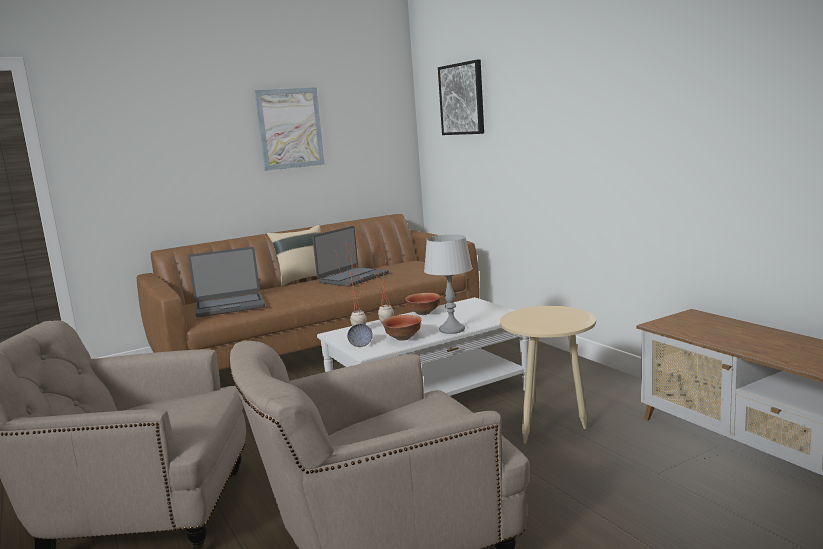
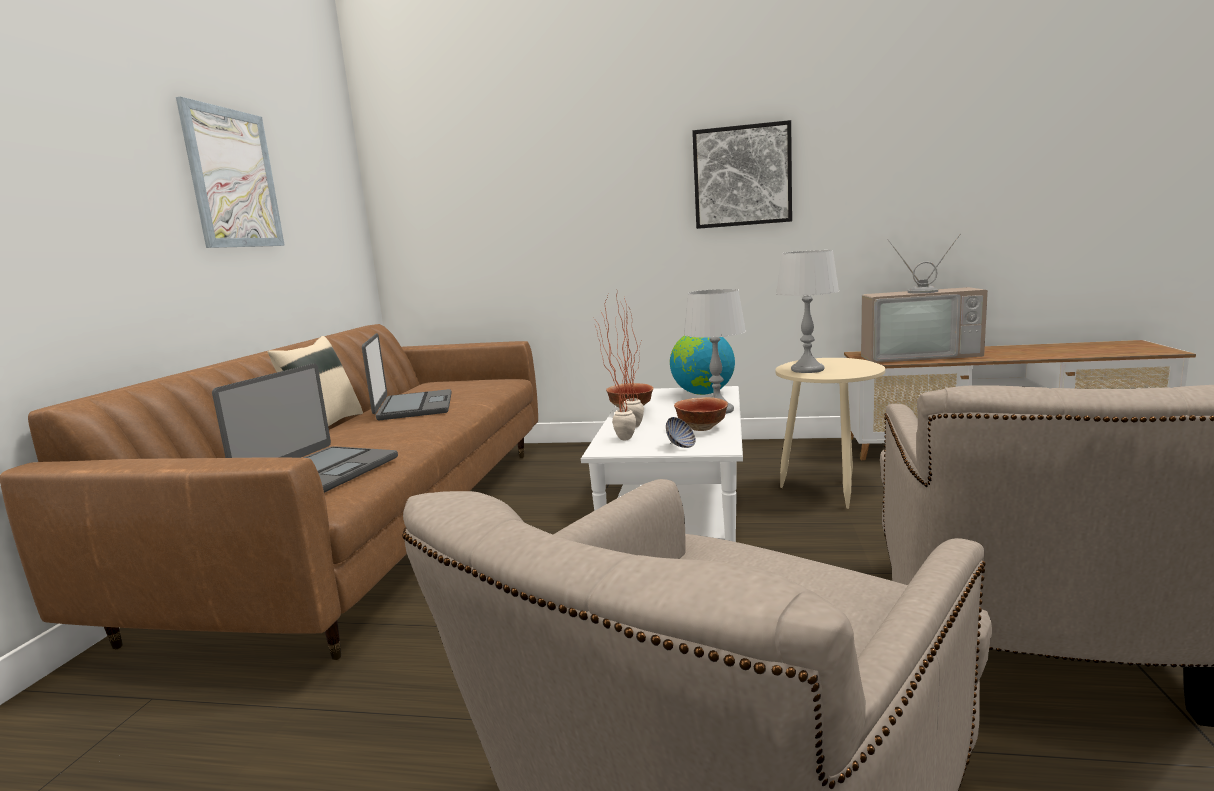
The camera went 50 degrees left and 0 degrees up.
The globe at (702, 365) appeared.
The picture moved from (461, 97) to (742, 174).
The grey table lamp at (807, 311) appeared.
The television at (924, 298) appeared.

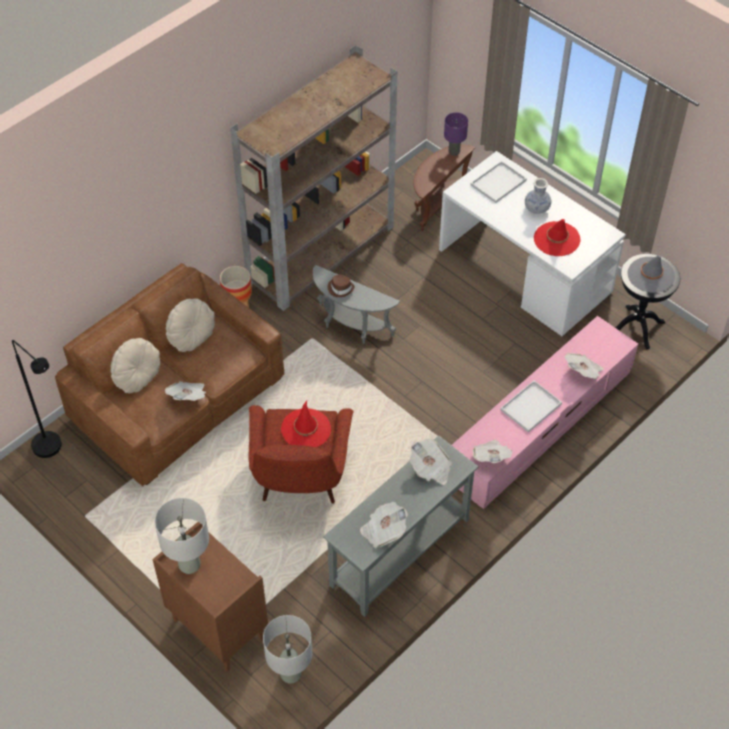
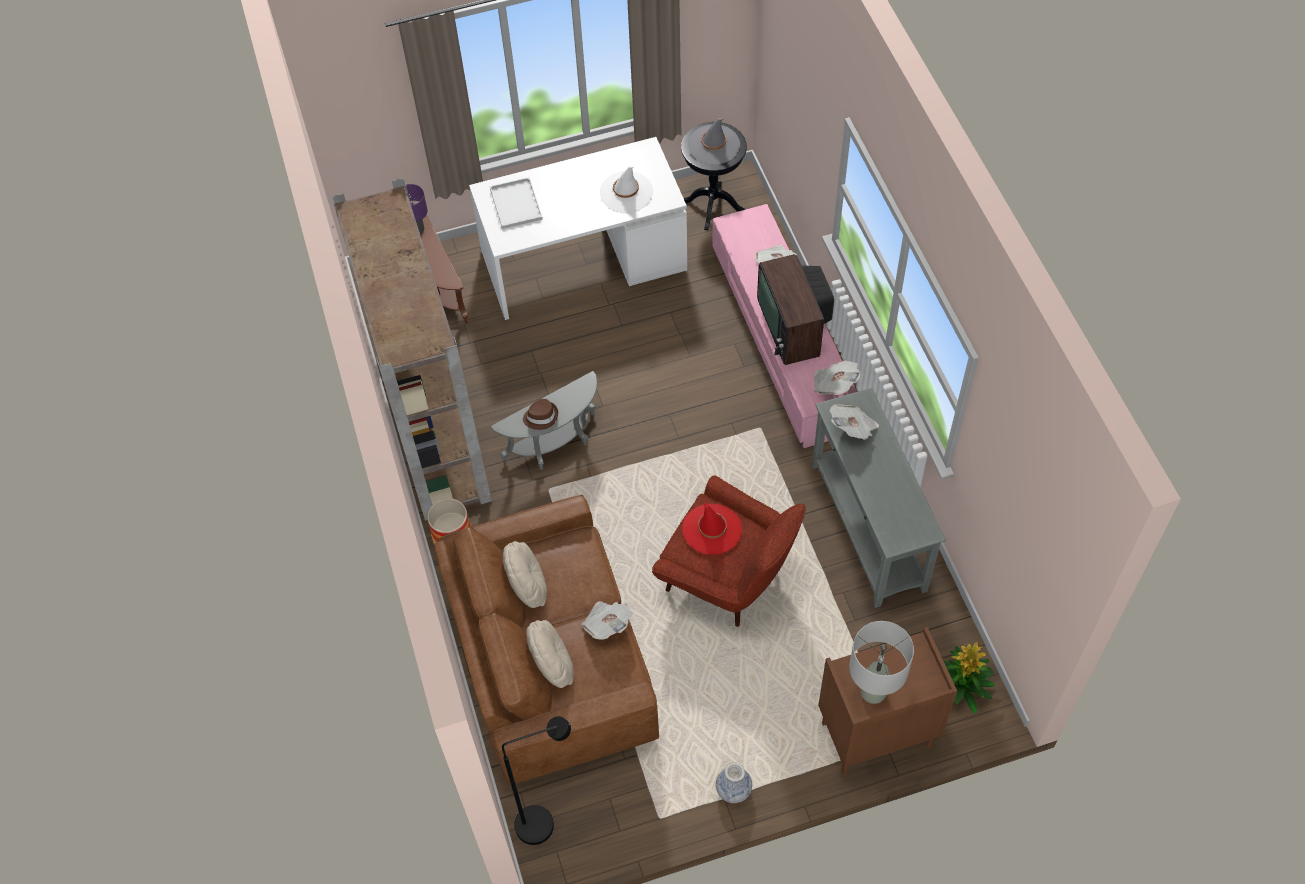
The camera went 60 degrees left and 5 degrees up.
The red hat at (557, 237) became the white hat at (626, 189).
The vase moved from (538, 196) to (734, 782).
The white tray at (531, 407) was replaced by the television at (795, 309).
The grey table lamp at (287, 649) was replaced by the potted plant at (969, 677).
The newspaper at (384, 525) disappeared.

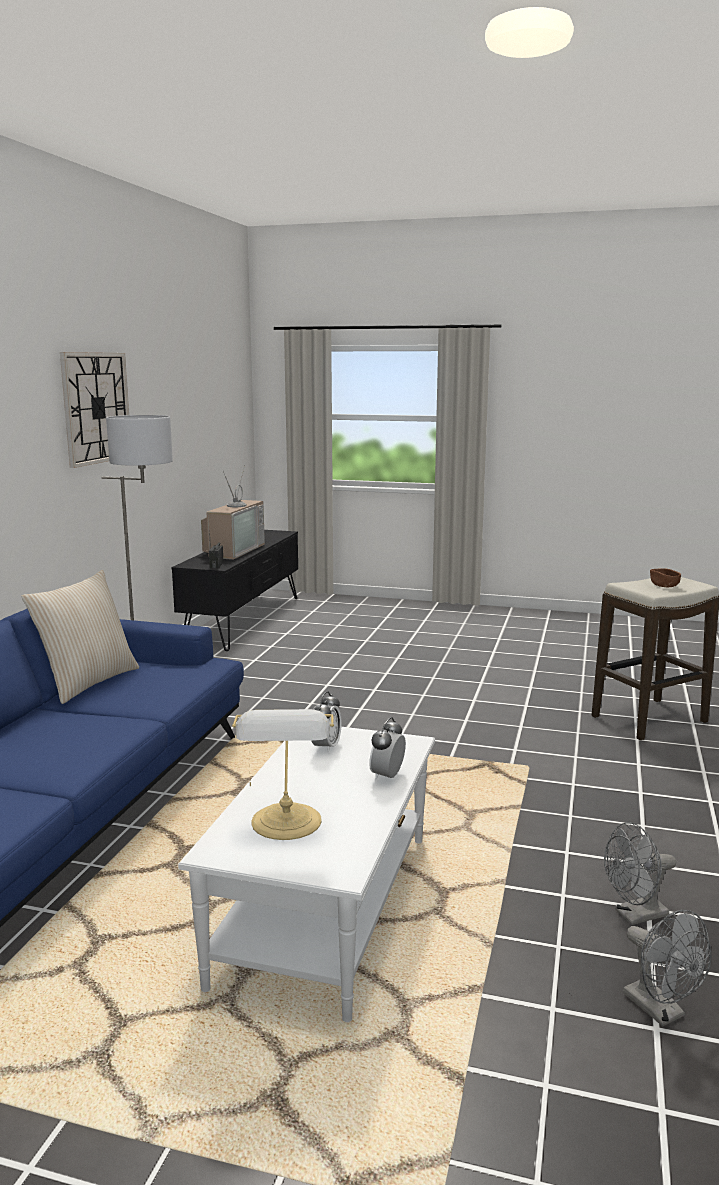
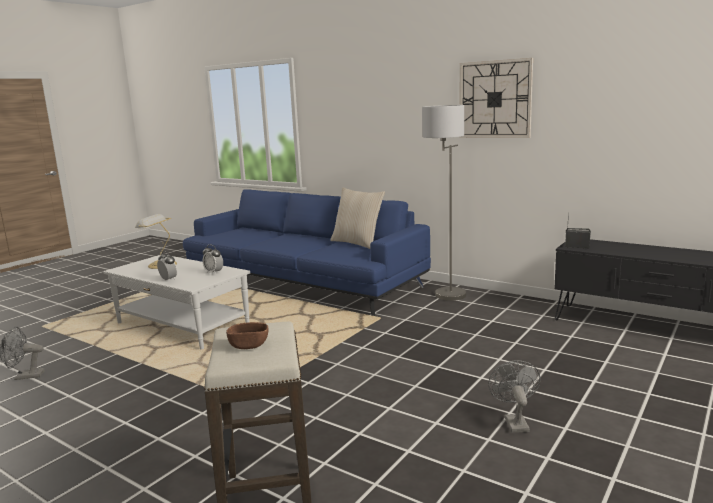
The camera went 110 degrees right and 0 degrees up.
The grey fan moved from (640, 873) to (514, 396).
The television at (233, 512) disappeared.

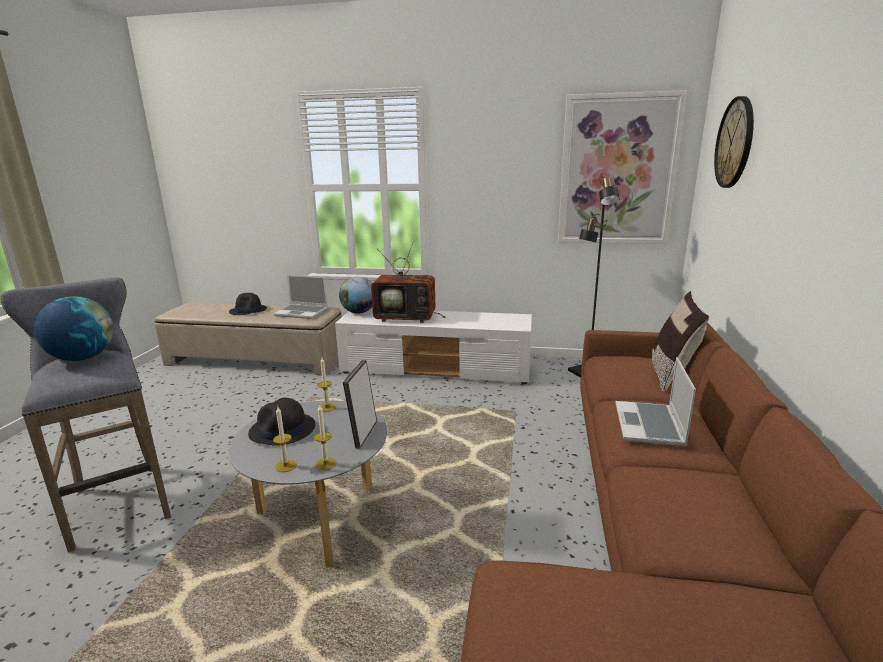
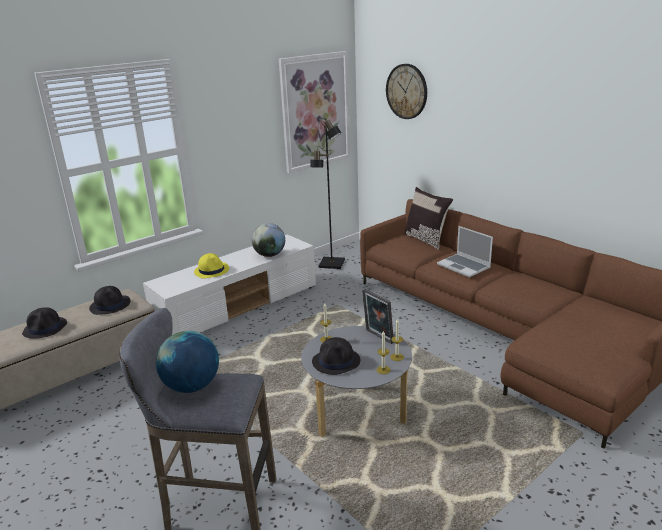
The camera went 50 degrees left and 5 degrees up.
The laptop at (300, 297) was replaced by the black hat at (109, 300).
The television at (408, 282) was replaced by the yellow hat at (211, 265).
The globe moved from (355, 295) to (268, 240).

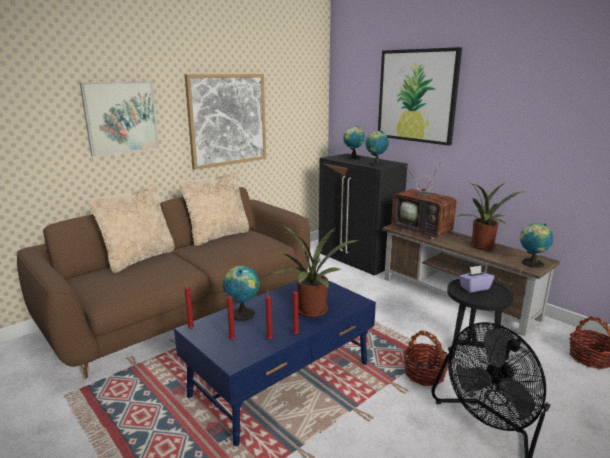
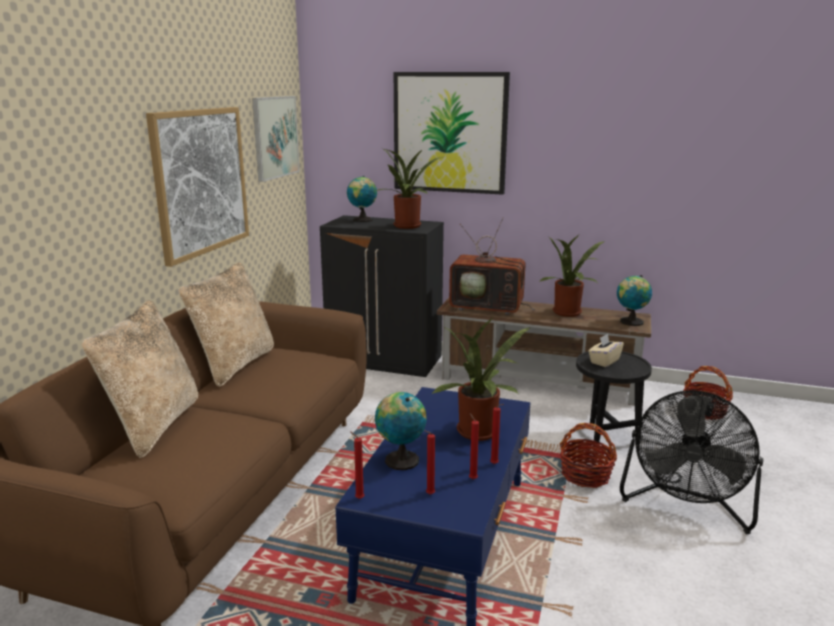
The camera went 30 degrees left and 0 degrees up.
The picture moved from (120, 118) to (276, 139).
The globe at (377, 148) was replaced by the potted plant at (407, 188).
The purple tissue box at (476, 279) became the beige tissue box at (606, 350).

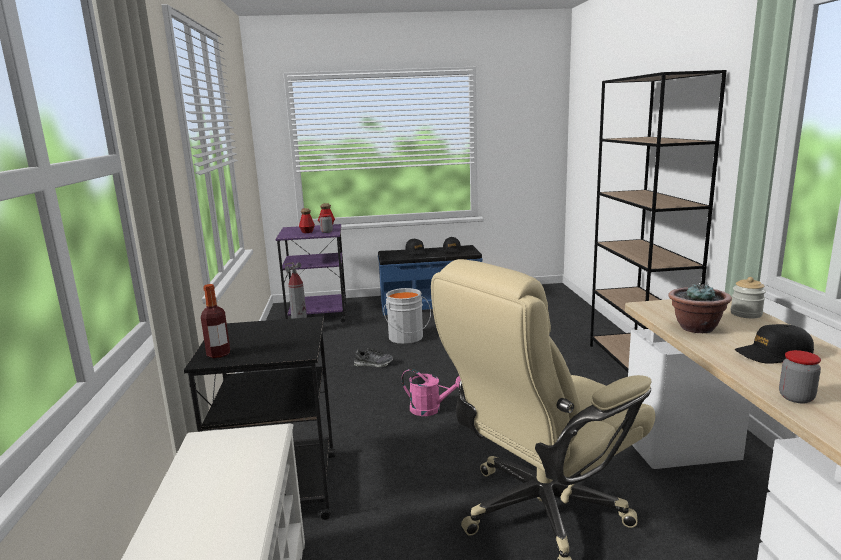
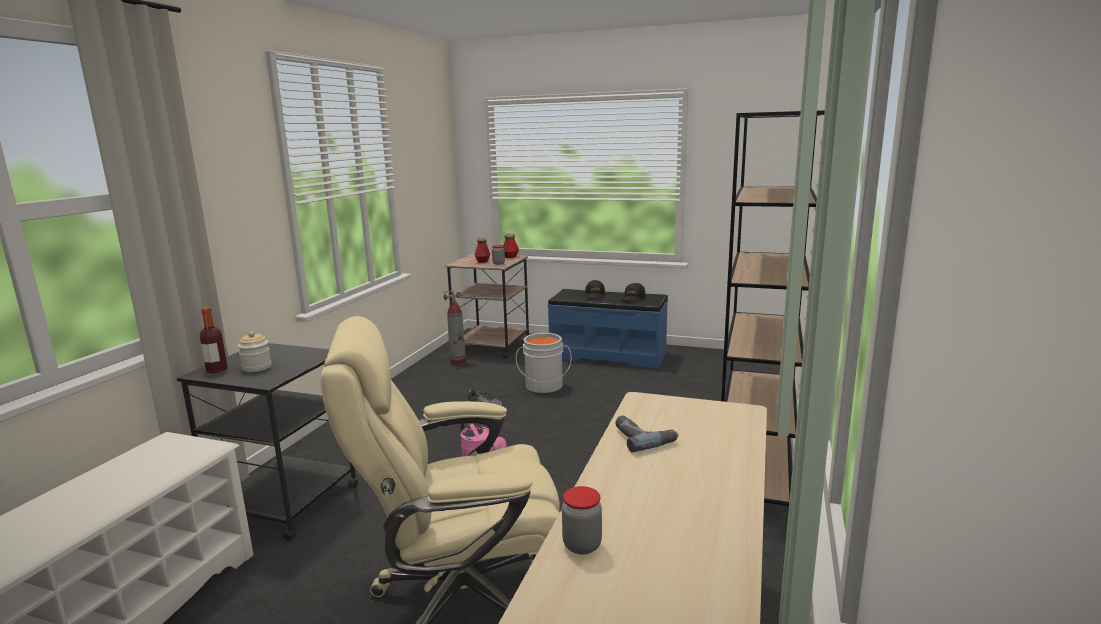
The camera went 25 degrees right and 0 degrees up.
The jar moved from (748, 297) to (254, 352).
The purple cart at (311, 273) became the brown cart at (487, 306).
The potted plant at (700, 307) was replaced by the power drill at (646, 434).
The black cap at (774, 344) disappeared.

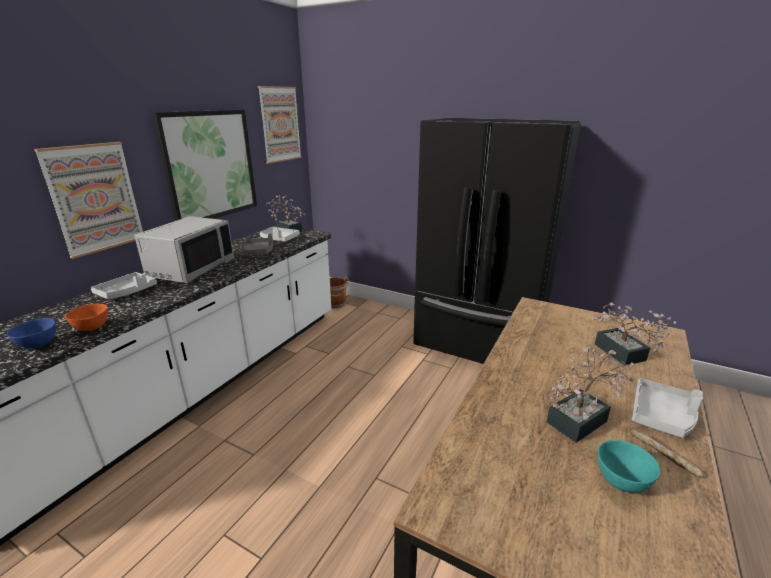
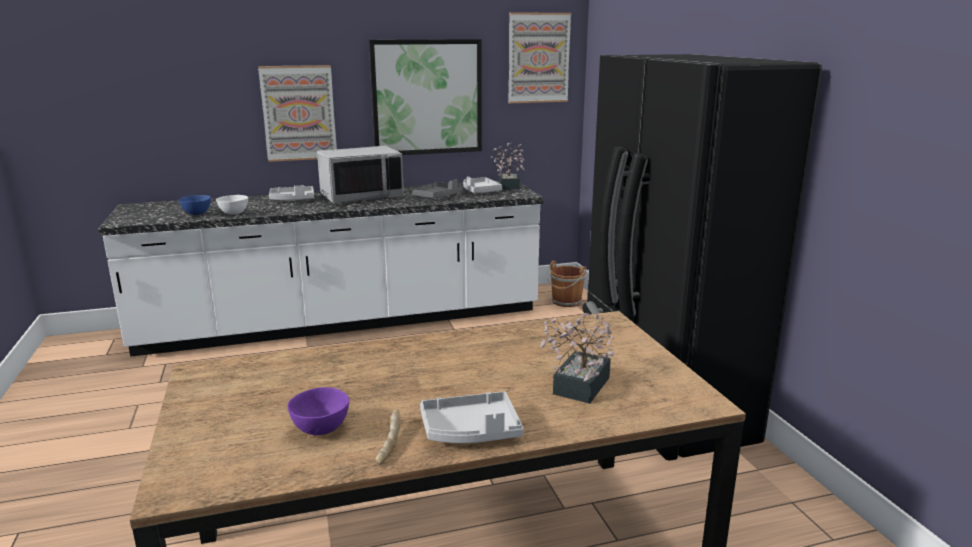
The camera went 45 degrees right and 5 degrees down.
The orange bowl at (86, 317) became the white bowl at (232, 205).
The turquoise bowl at (628, 466) became the purple bowl at (318, 411).
The potted plant at (591, 395) disappeared.

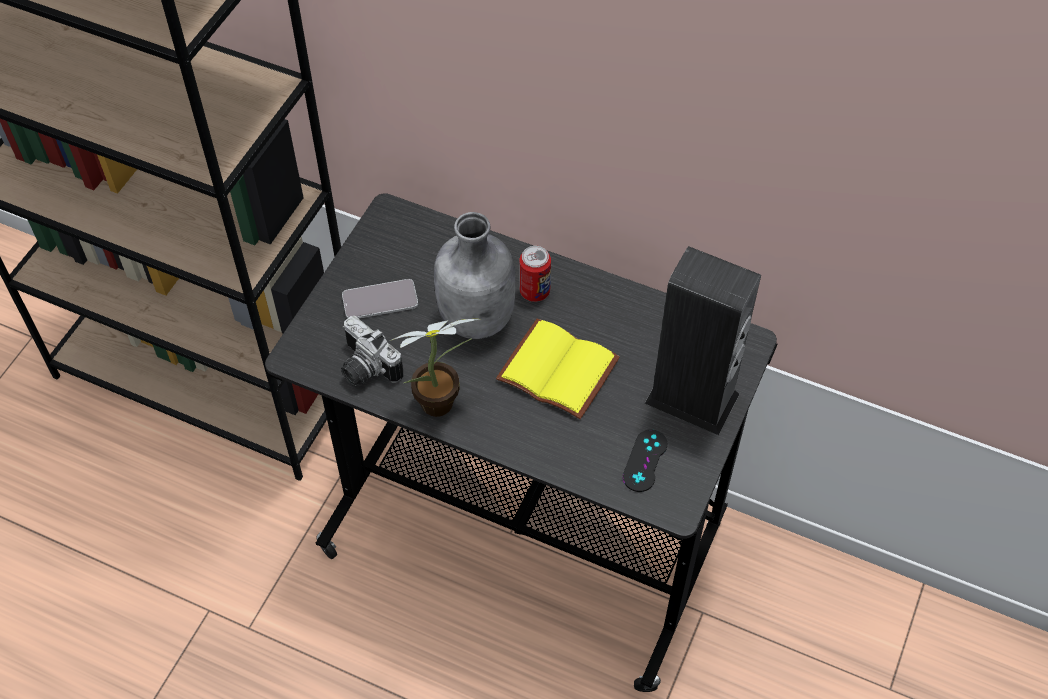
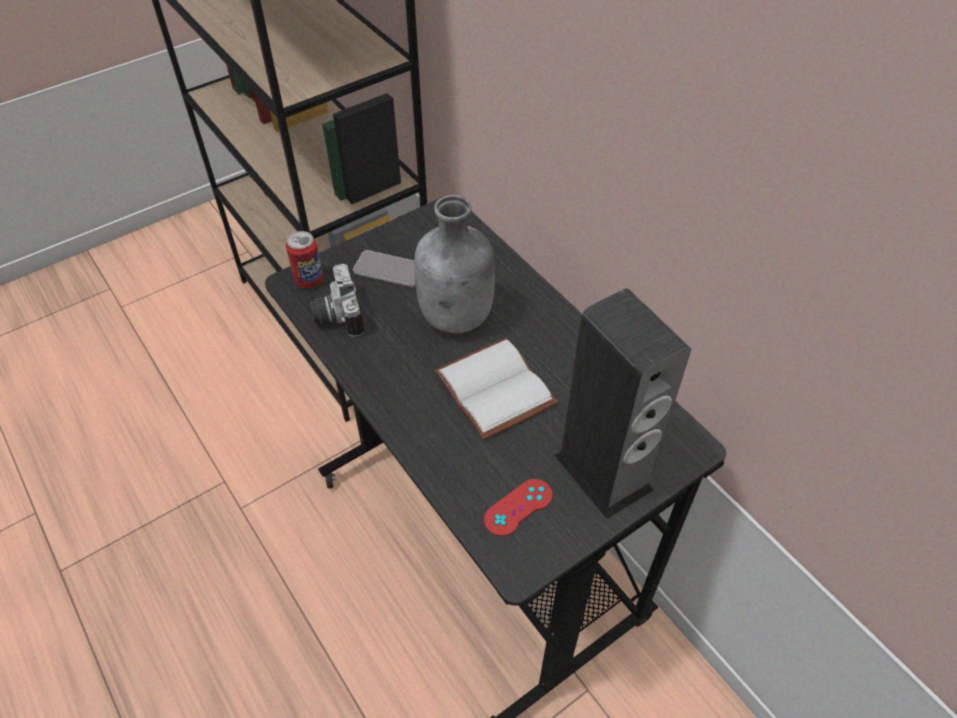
The camera went 30 degrees right and 5 degrees down.
The can moved from (535, 274) to (304, 259).
The yellow book at (558, 369) became the white book at (496, 389).
The black game controller at (645, 460) became the red game controller at (518, 507).
The potted plant at (435, 368) disappeared.

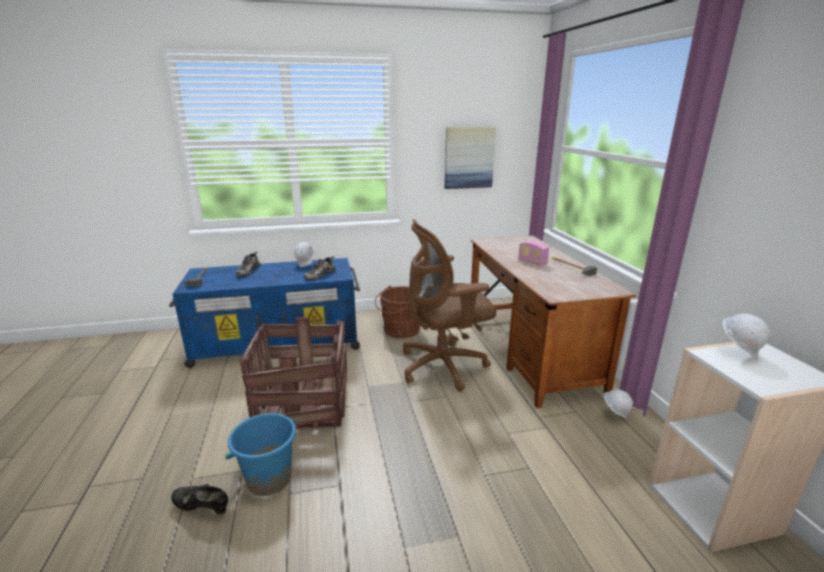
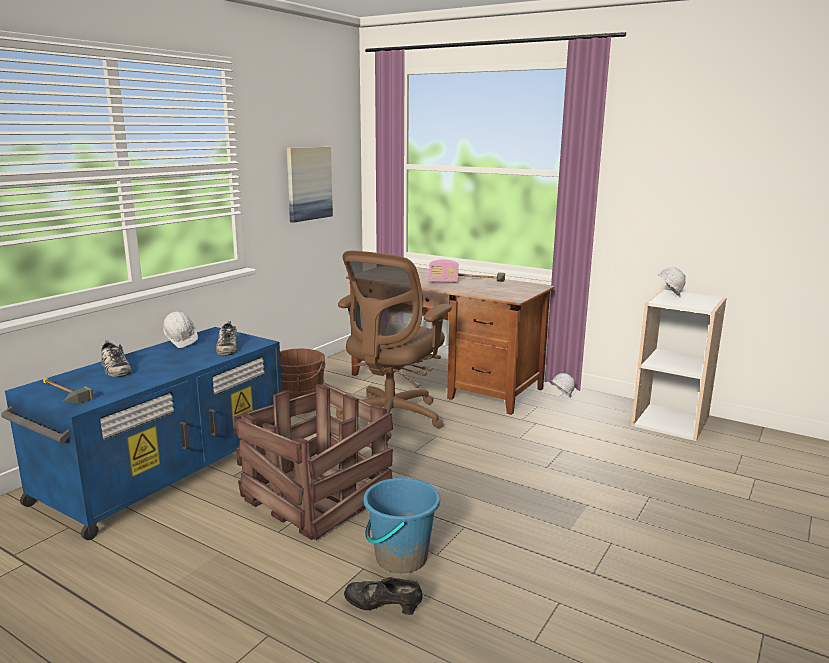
The camera went 45 degrees left and 5 degrees down.
The black shoe at (199, 499) turned 45 degrees clockwise.

